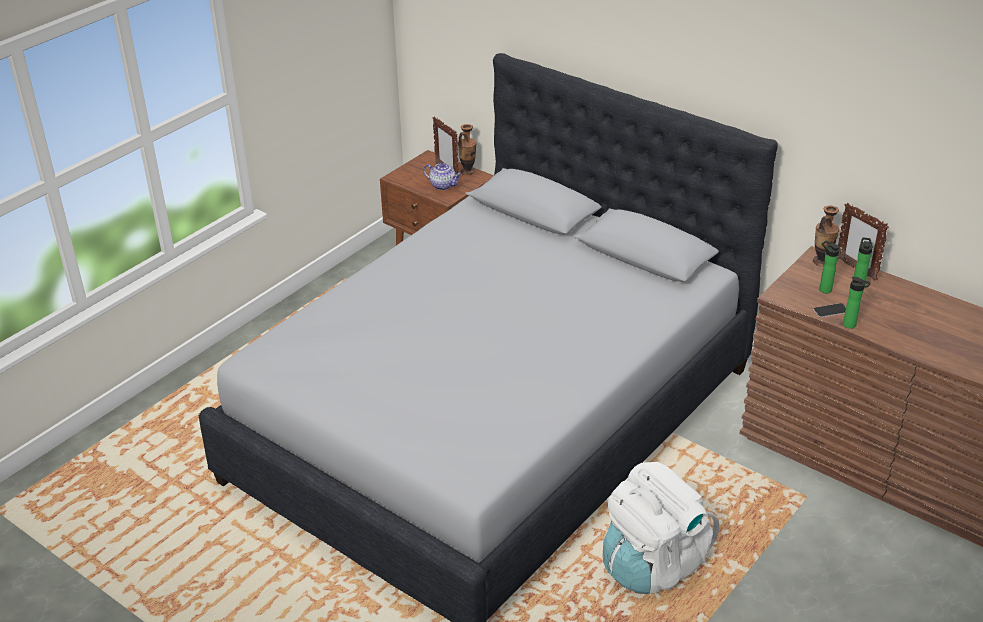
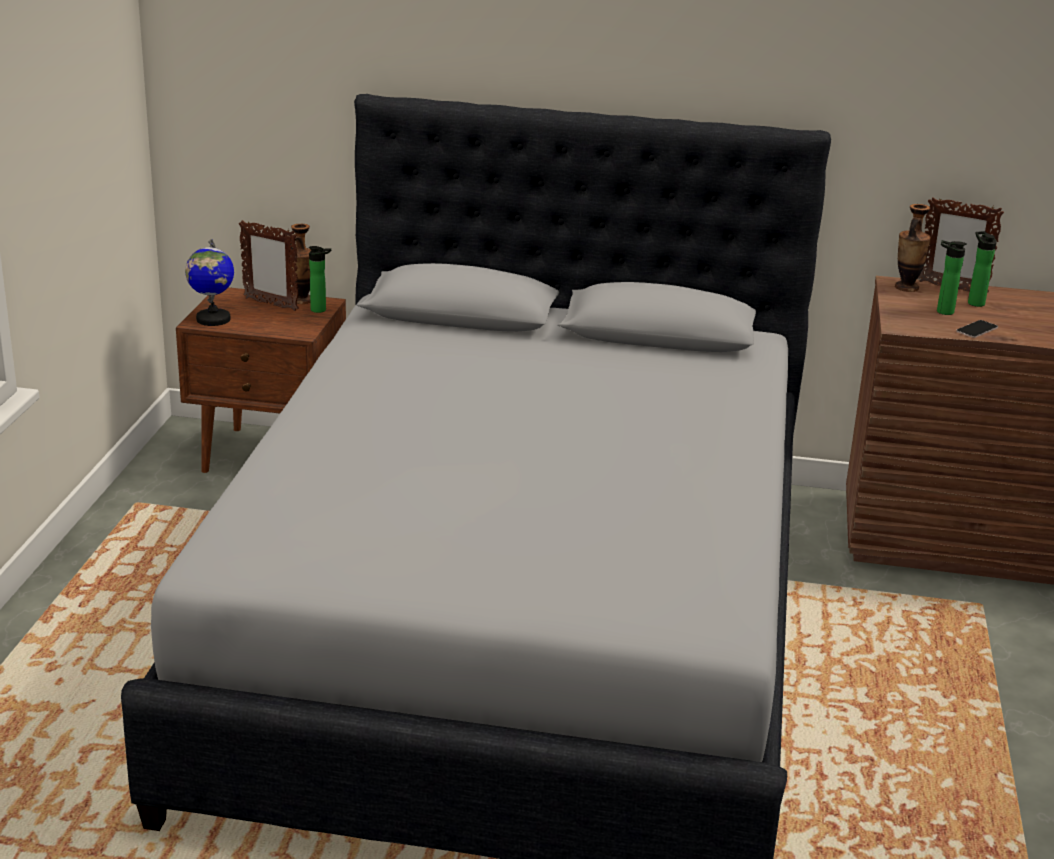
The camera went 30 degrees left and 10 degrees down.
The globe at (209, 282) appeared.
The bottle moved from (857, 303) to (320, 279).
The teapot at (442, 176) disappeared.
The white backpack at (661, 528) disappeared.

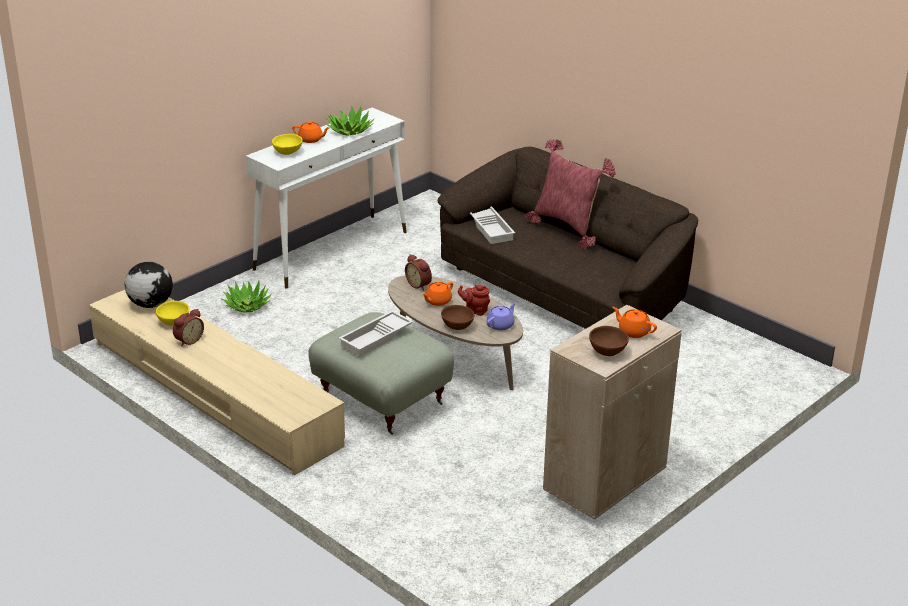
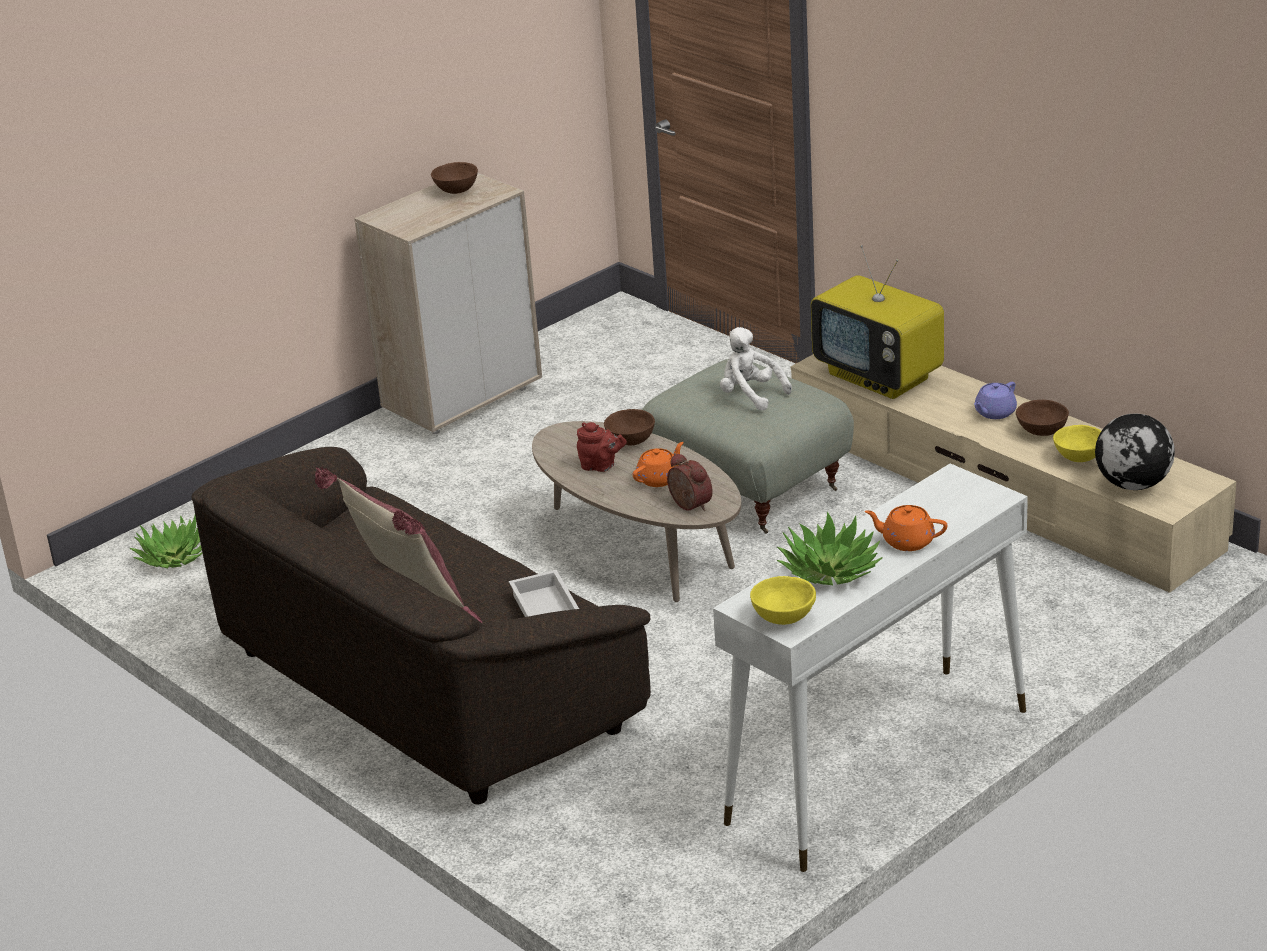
The camera went 175 degrees left and 0 degrees up.
The potted plant moved from (246, 297) to (166, 542).
The white tray at (376, 333) was replaced by the white plush toy at (756, 368).
The yellow bowl moved from (287, 144) to (783, 600).
The television at (877, 322) appeared.
The purple teapot moved from (501, 316) to (995, 400).
The alarm clock at (188, 327) was replaced by the brown bowl at (1042, 418).
The orange teapot at (634, 322) disappeared.

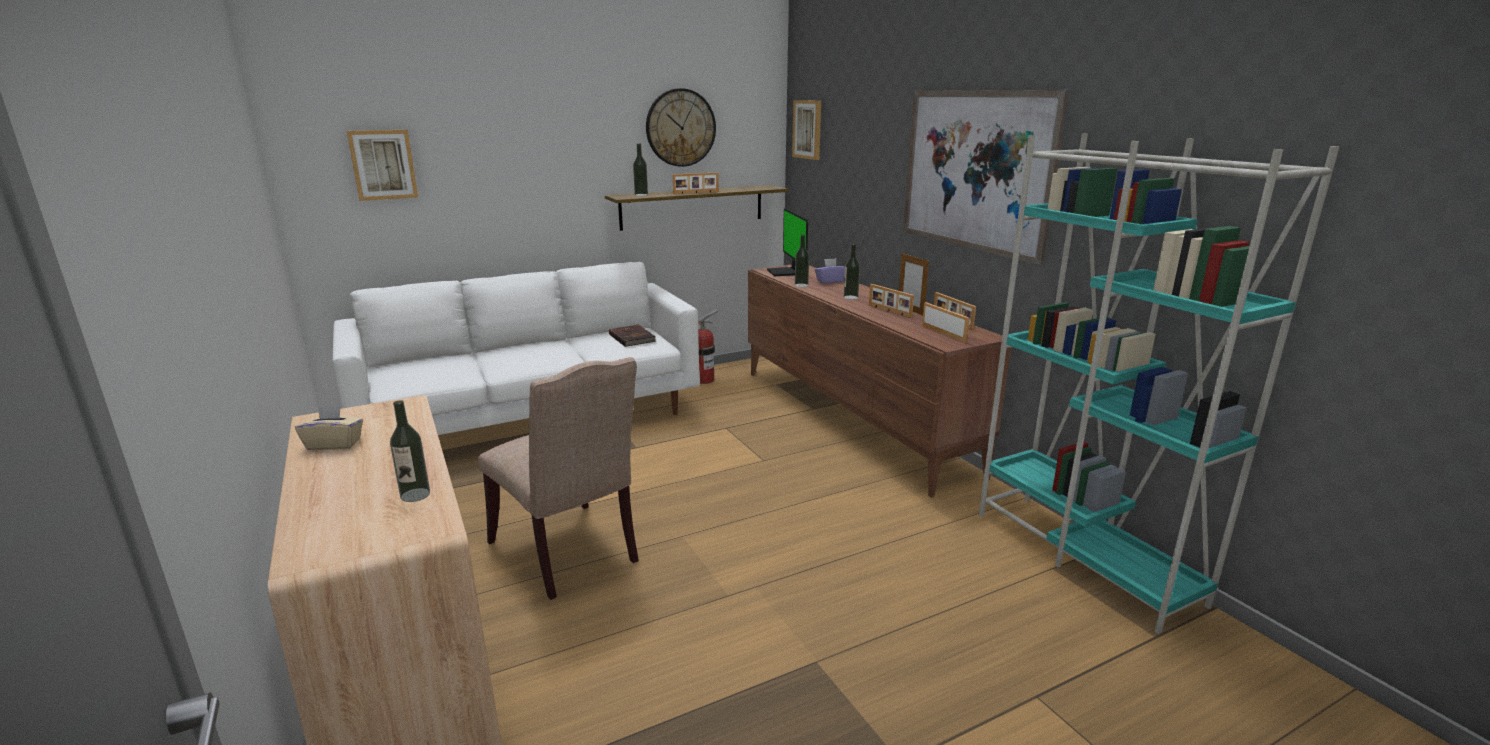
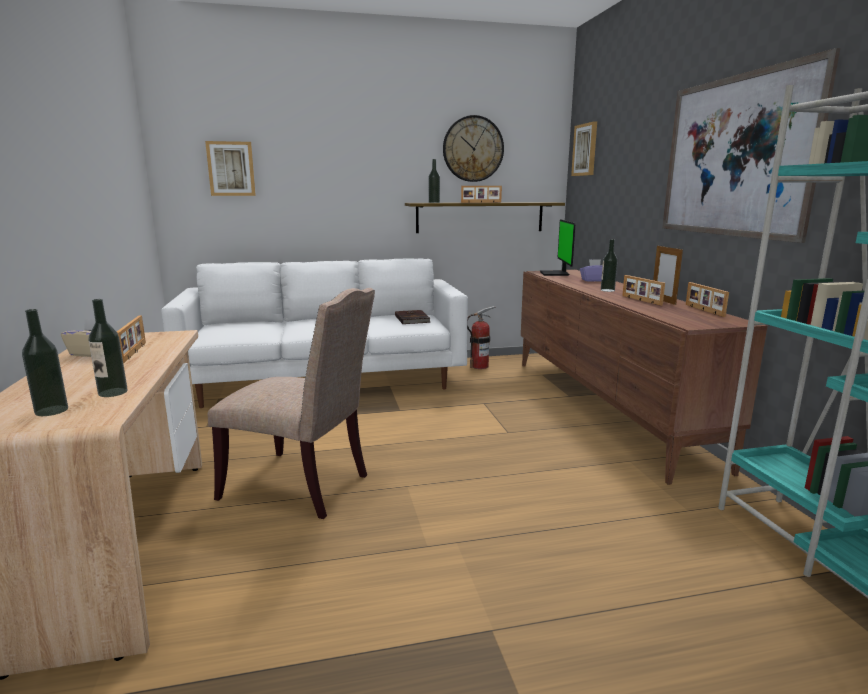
The camera went 15 degrees right and 5 degrees down.
The bottle moved from (802, 261) to (45, 362).
The picture frame moved from (945, 322) to (131, 339).
The beige chair at (558, 478) turned 45 degrees counterclockwise.

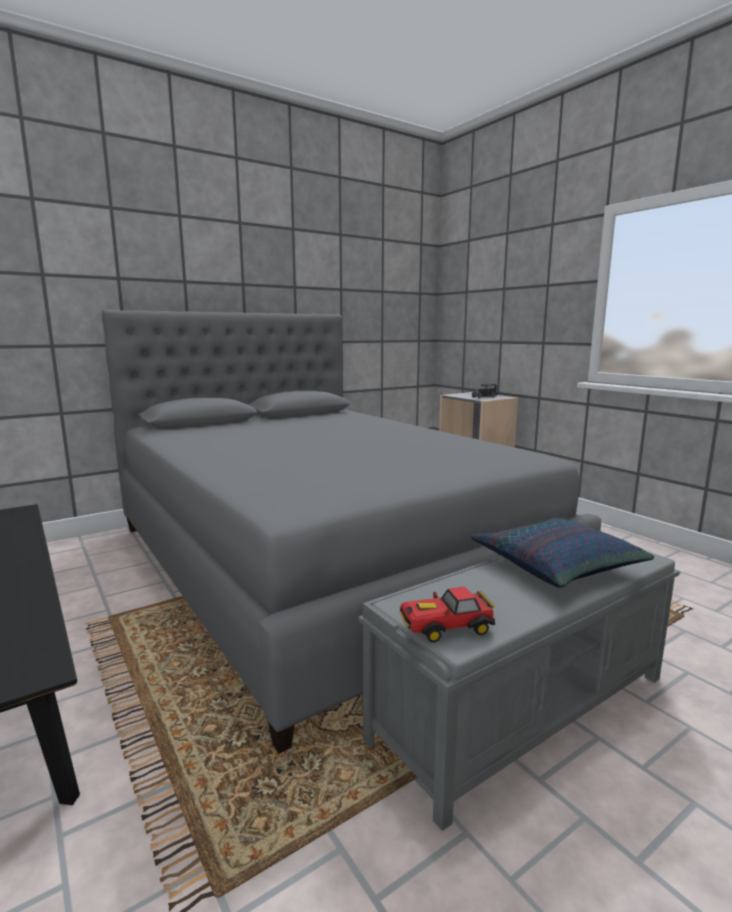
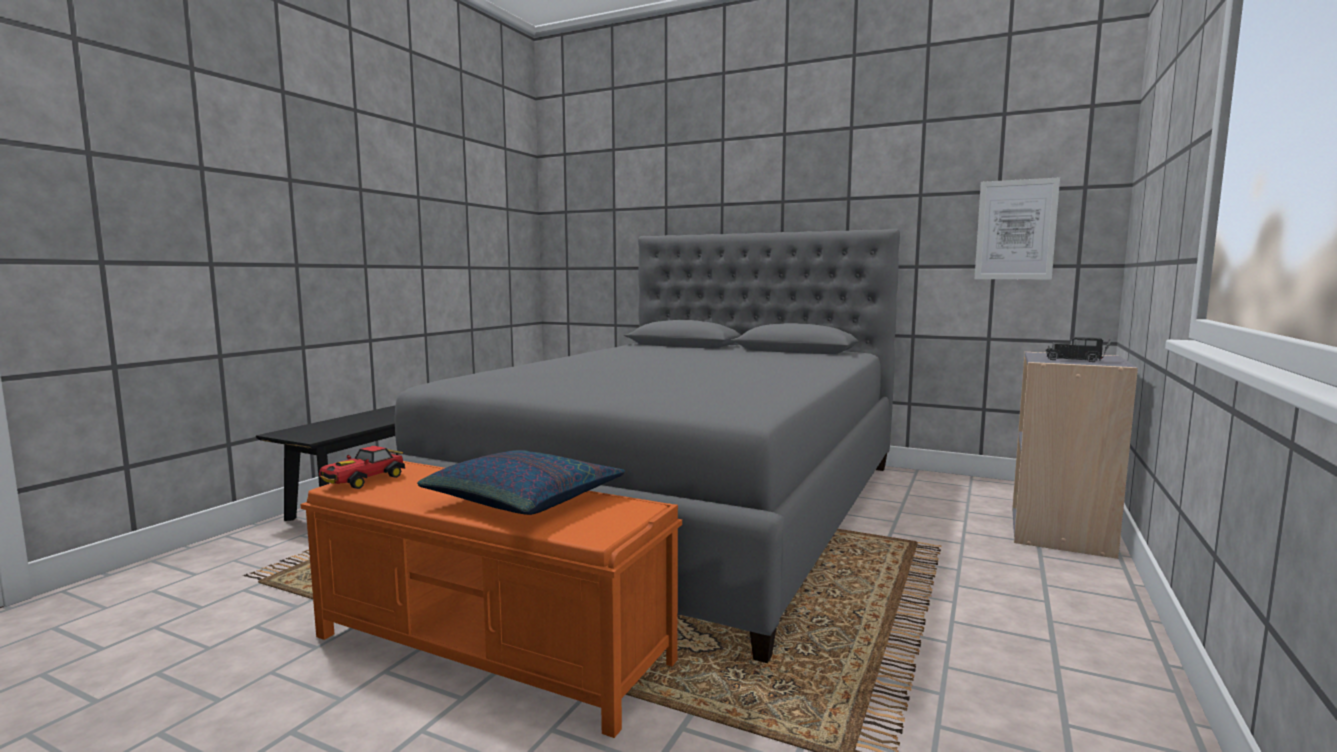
The camera went 60 degrees right and 5 degrees down.
The grey bench at (519, 691) became the orange bench at (491, 599).
The toy car at (447, 615) turned 105 degrees counterclockwise.
The picture at (1017, 228) appeared.

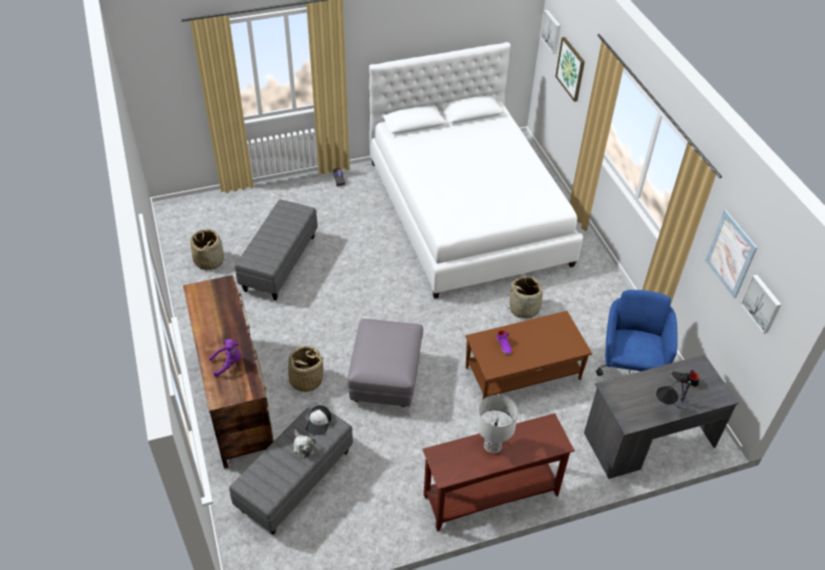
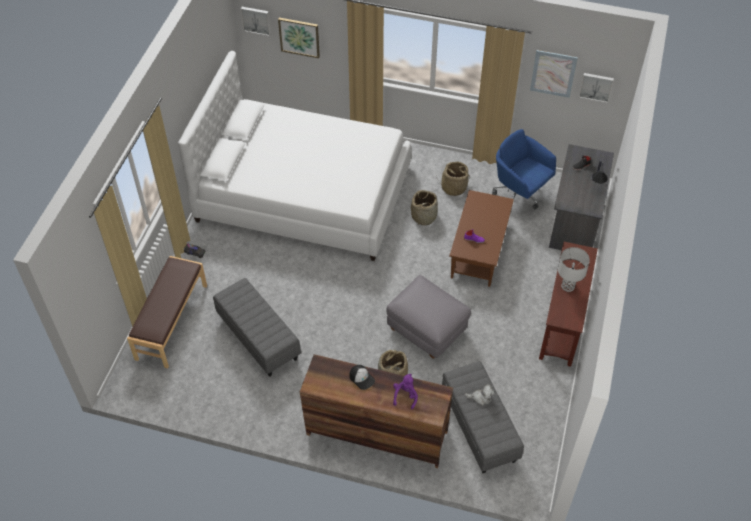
The camera went 55 degrees left and 5 degrees up.
The brown bench at (167, 312) appeared.
The cap moved from (318, 420) to (362, 377).
The basket moved from (207, 249) to (452, 179).

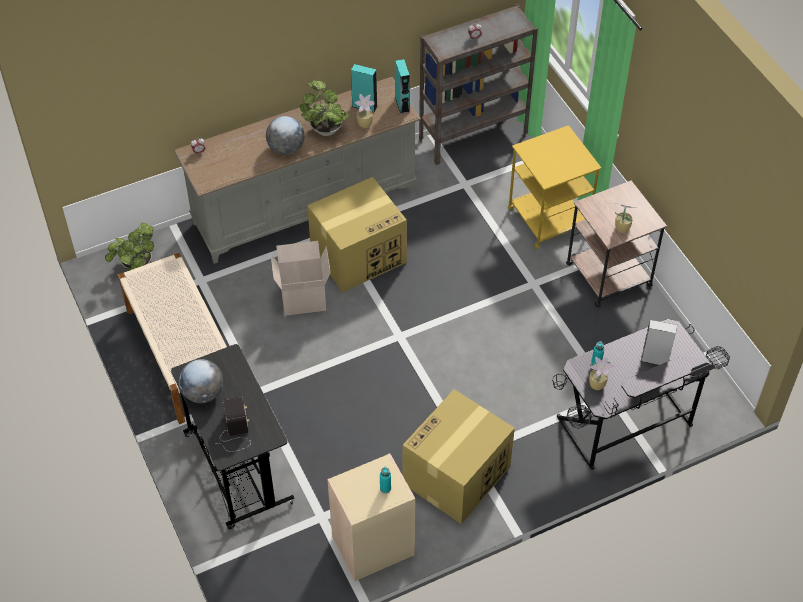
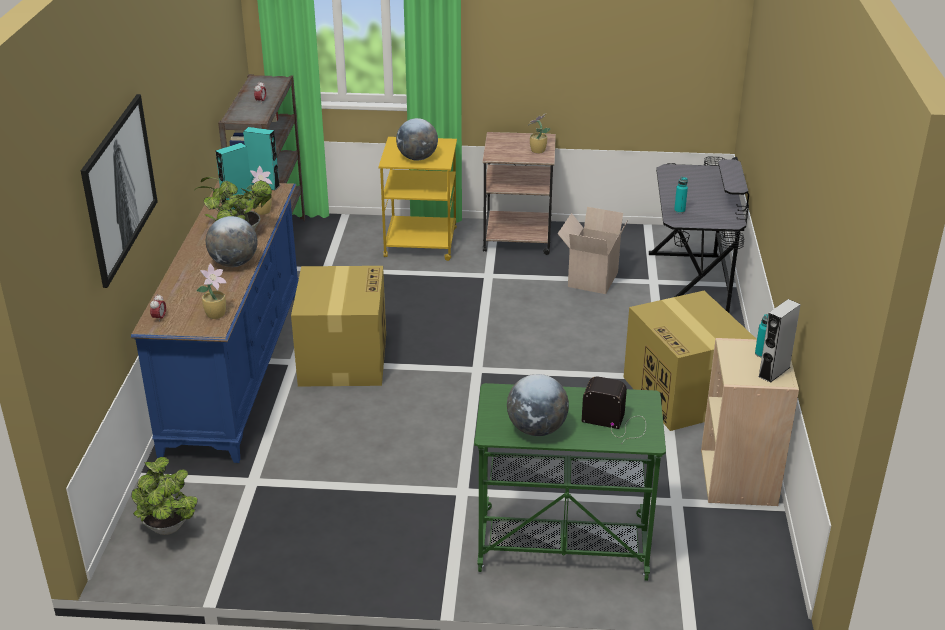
The camera went 60 degrees left and 20 degrees down.
The picture at (119, 191) appeared.
The grey cabinet at (297, 170) became the blue cabinet at (215, 322).
The potted plant moved from (601, 373) to (211, 291).
The globe at (417, 139) appeared.
The black desk at (232, 436) became the green desk at (570, 482).
The cardboard box moved from (300, 278) to (592, 250).
The grey speaker moved from (659, 342) to (779, 341).
The beige bench at (172, 338) disappeared.

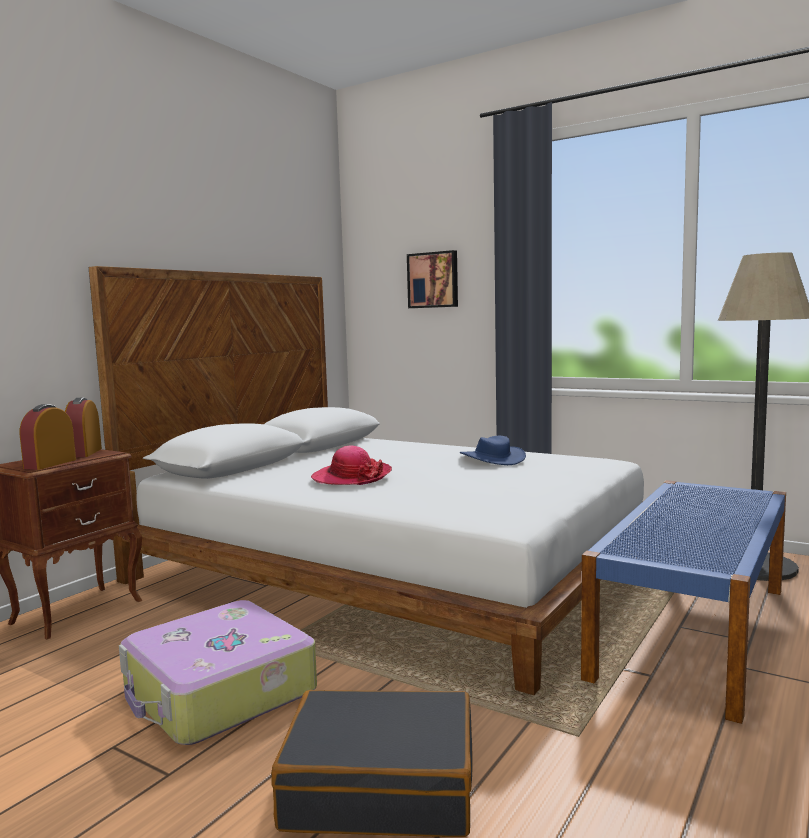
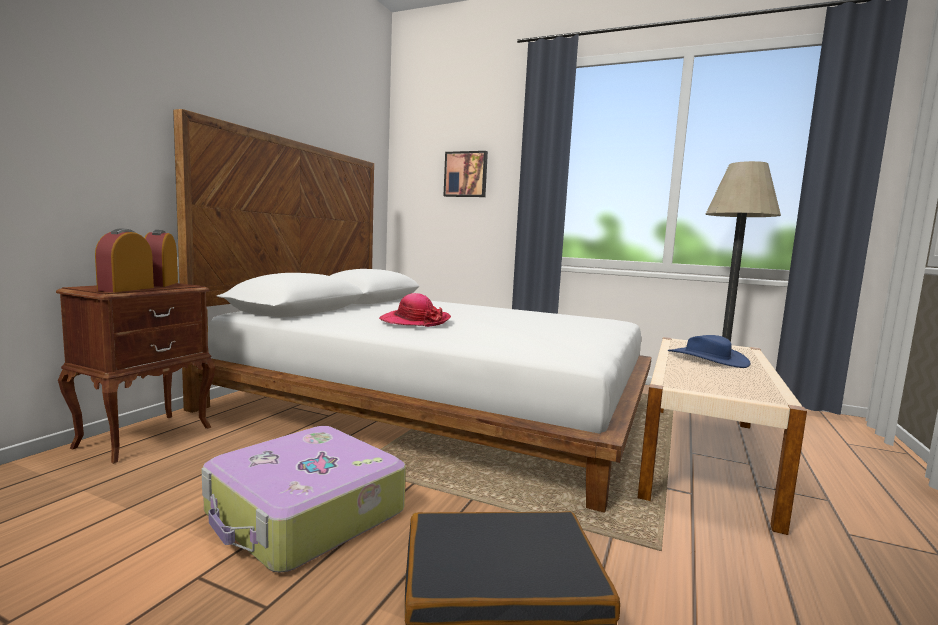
The camera went 10 degrees left and 0 degrees up.
The blue bench at (683, 602) became the beige bench at (722, 436).
The blue hat moved from (493, 450) to (709, 351).

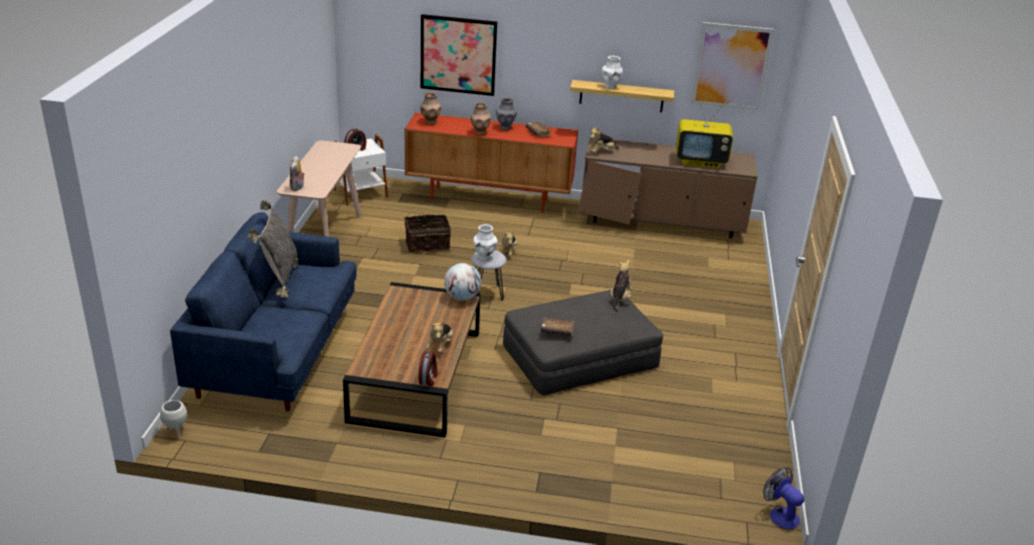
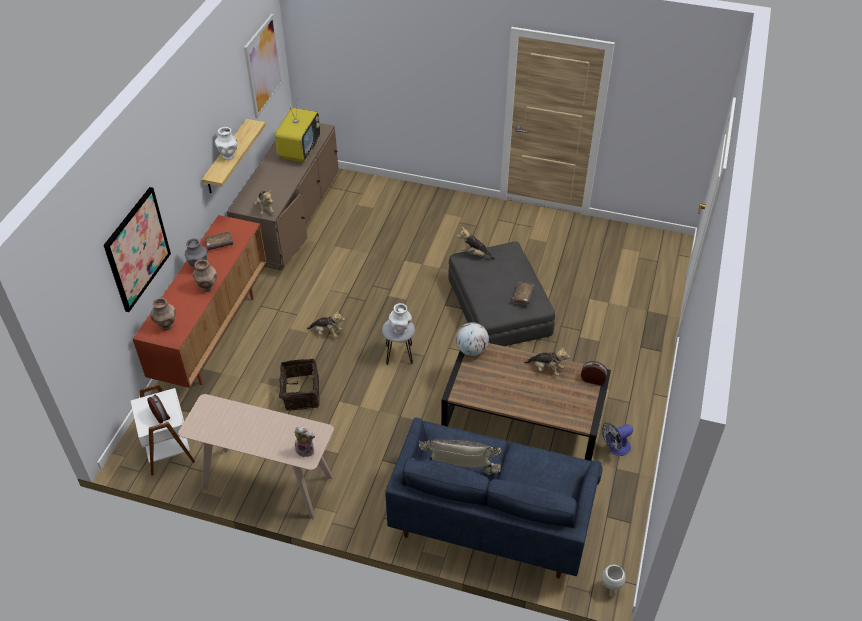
The camera went 80 degrees left and 15 degrees up.
The fan moved from (783, 498) to (617, 439).

